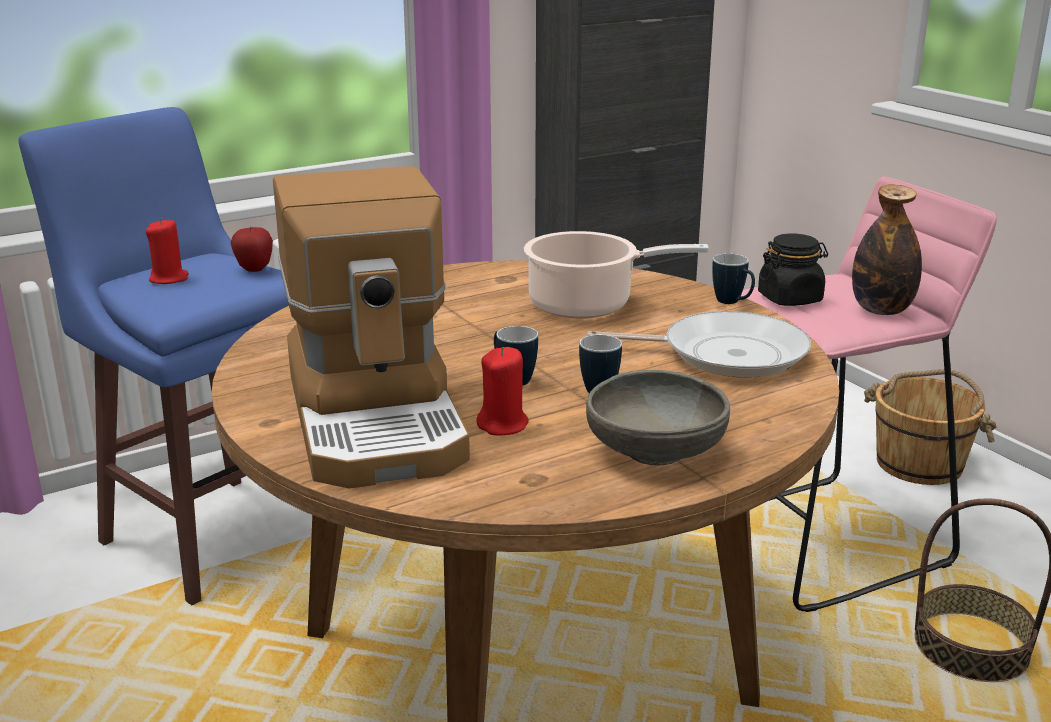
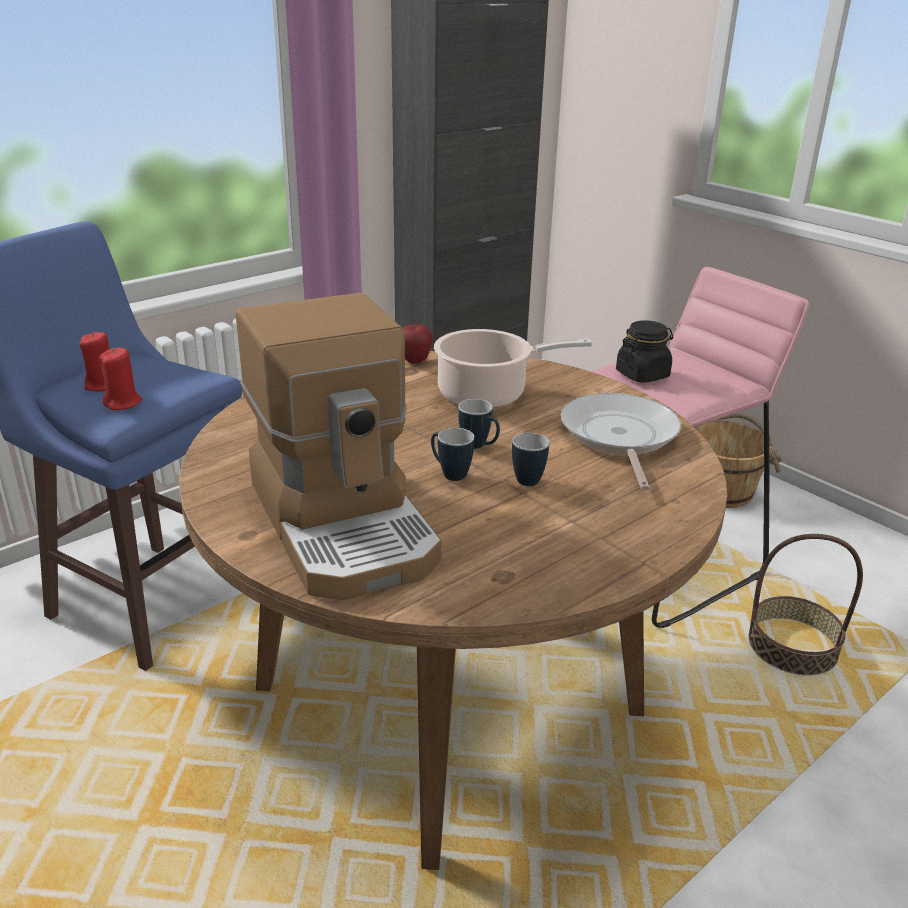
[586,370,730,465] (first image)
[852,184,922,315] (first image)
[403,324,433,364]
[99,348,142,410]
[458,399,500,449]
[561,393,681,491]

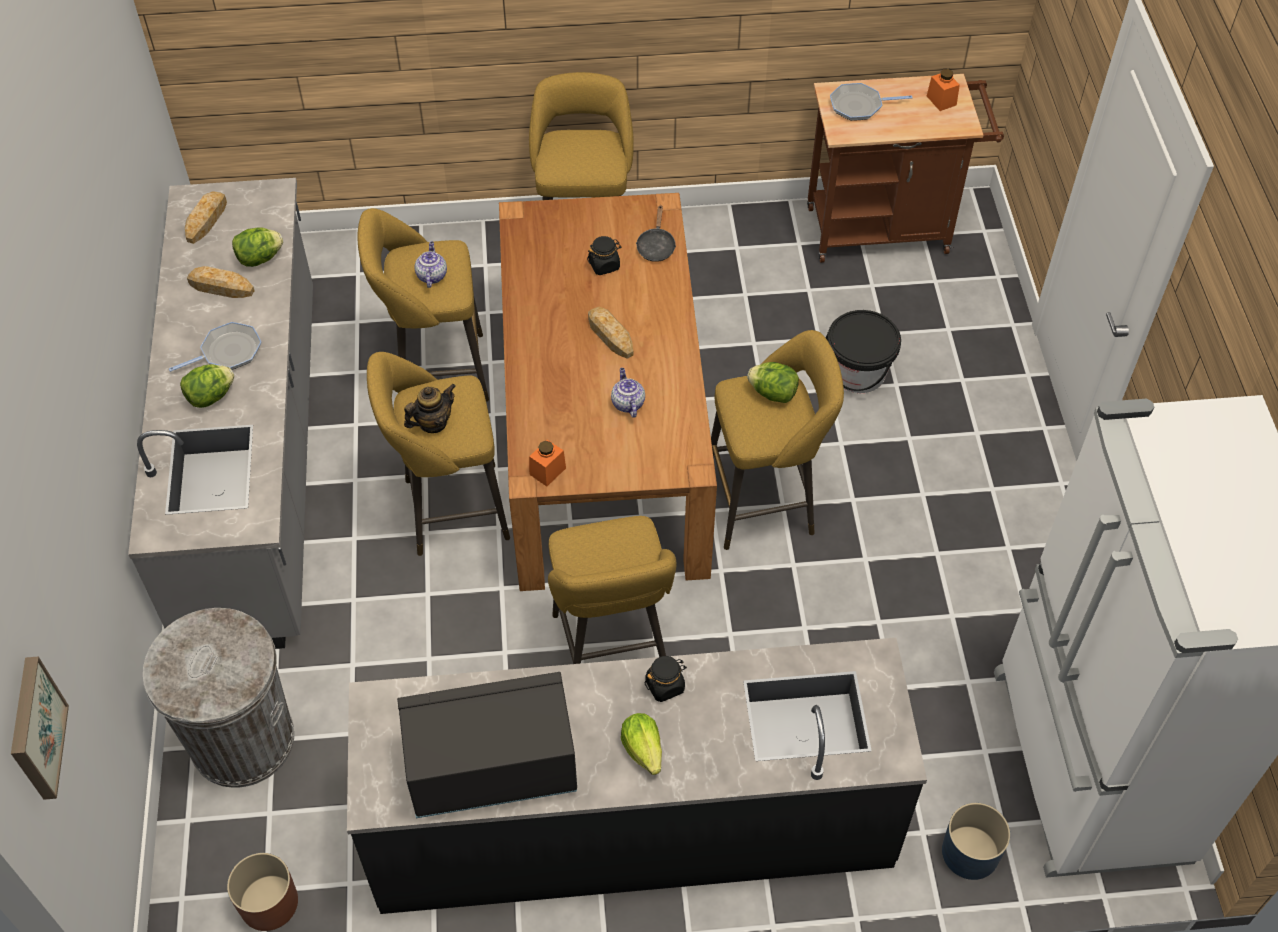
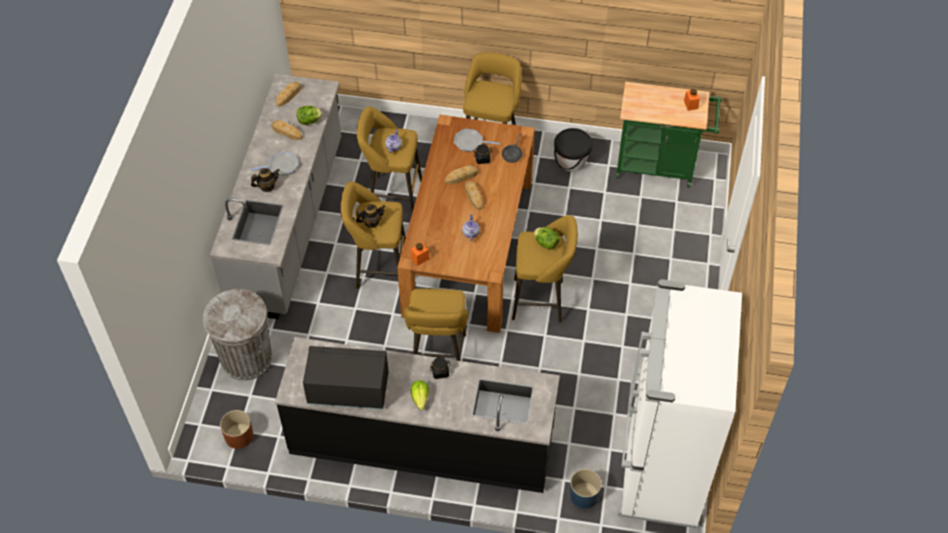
[11,656,69,800] (first image)
[445,165,479,184]
[554,128,592,172]
[454,129,500,152]
[251,168,280,192]
[616,82,722,188]

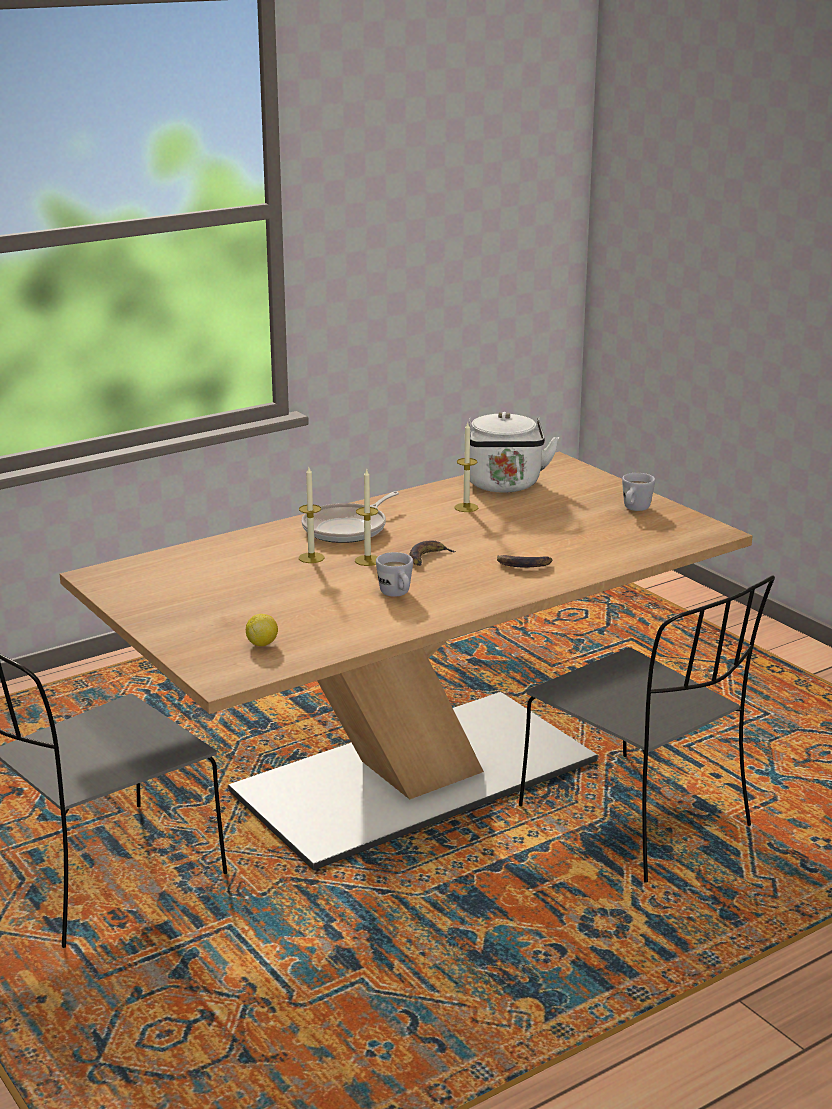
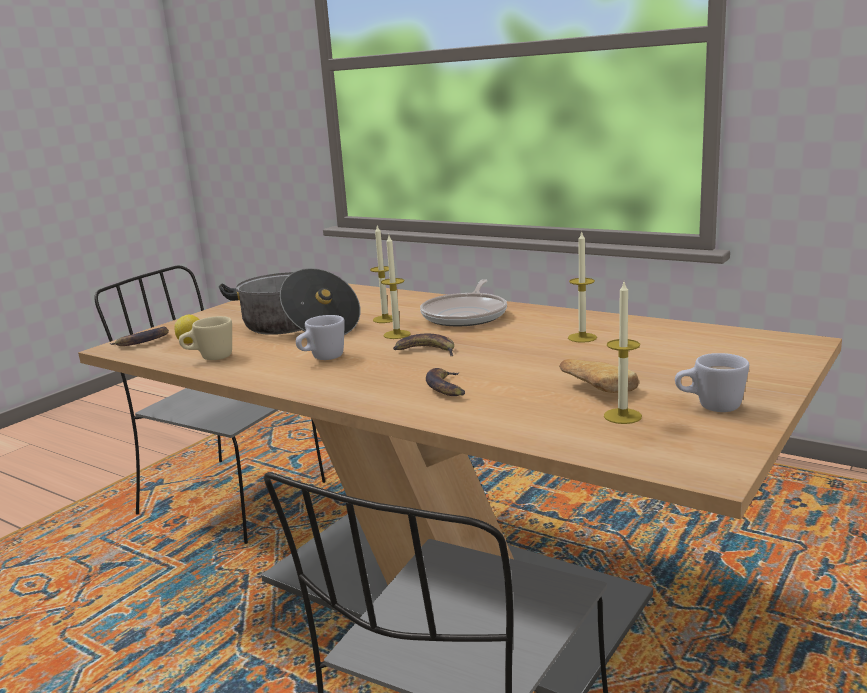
[469,412,559,493] (first image)
[110,327,169,346]
[179,316,232,360]
[219,268,361,335]
[559,359,639,393]
[604,282,642,424]
[420,279,507,326]

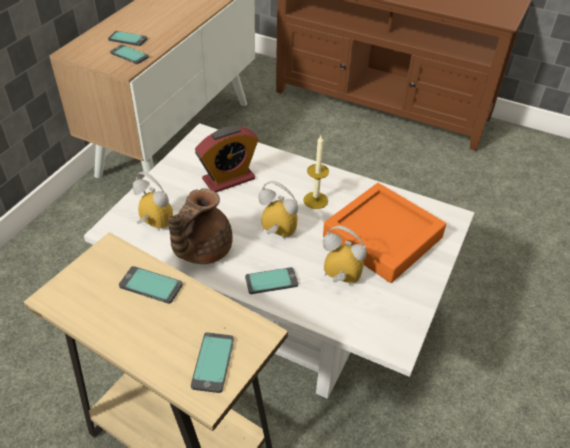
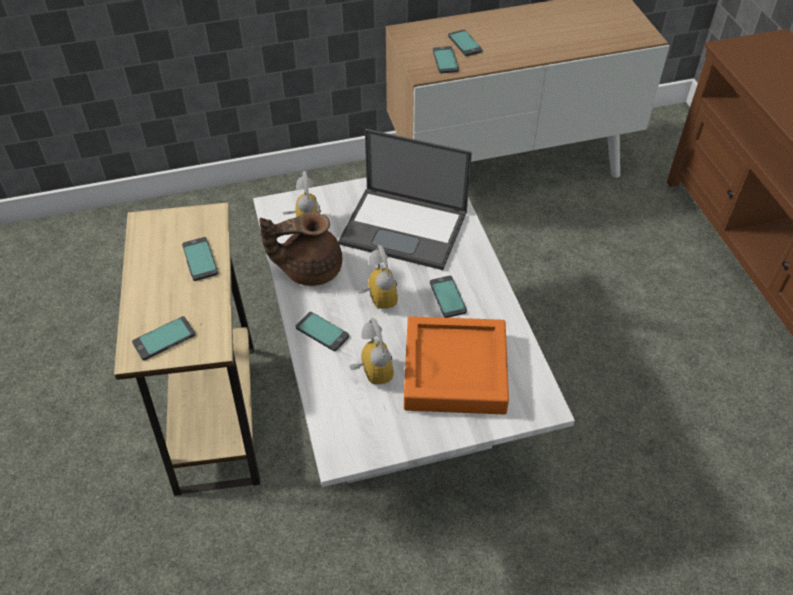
[338,129,472,270]
[430,276,467,318]

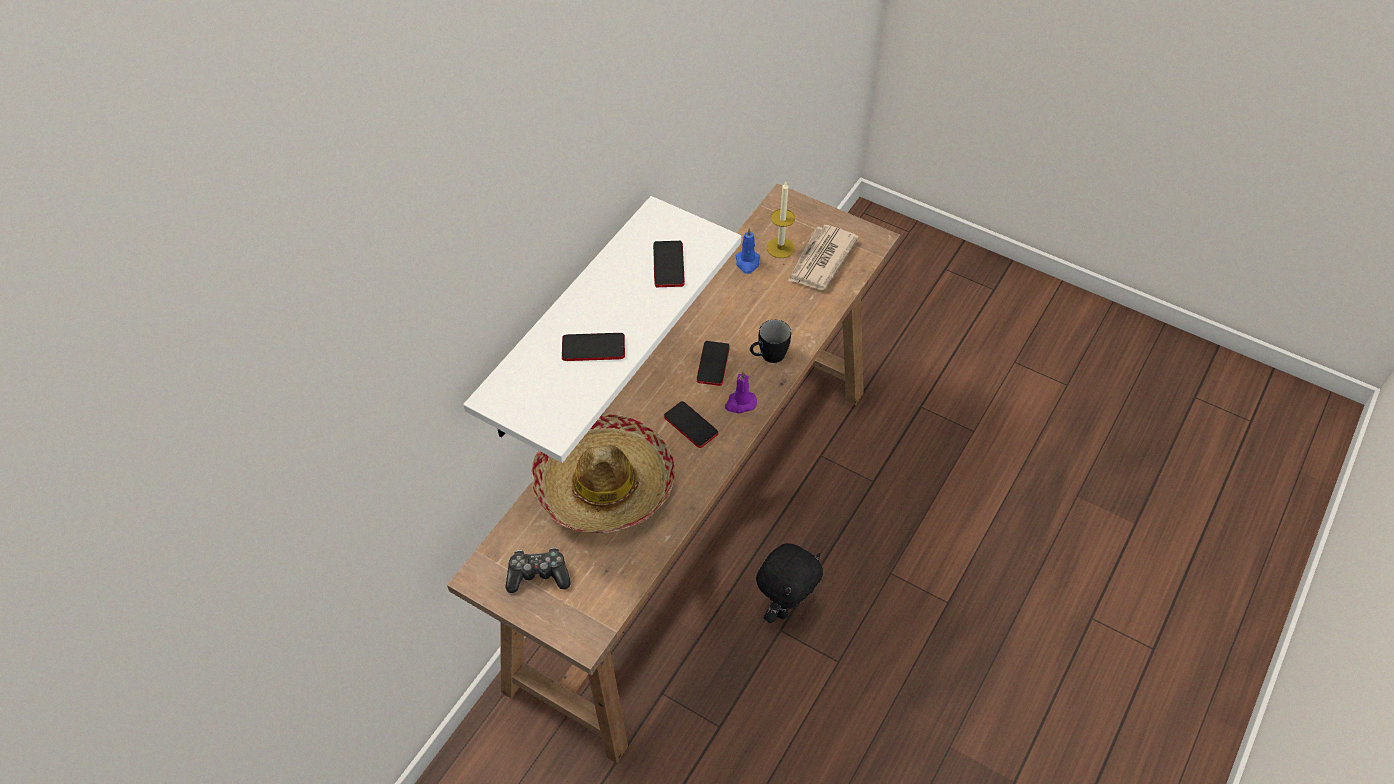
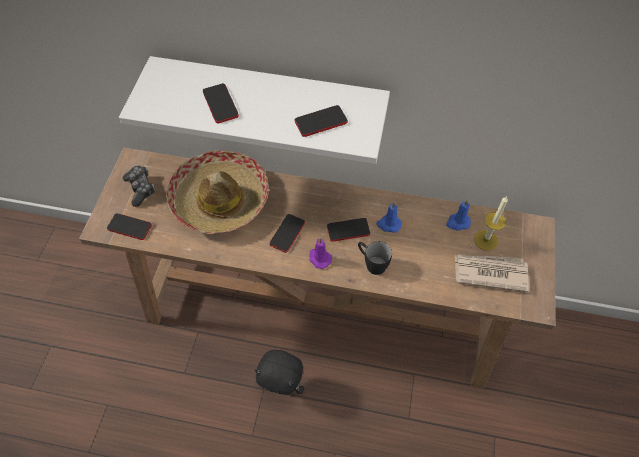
[107,213,152,240]
[376,202,402,233]

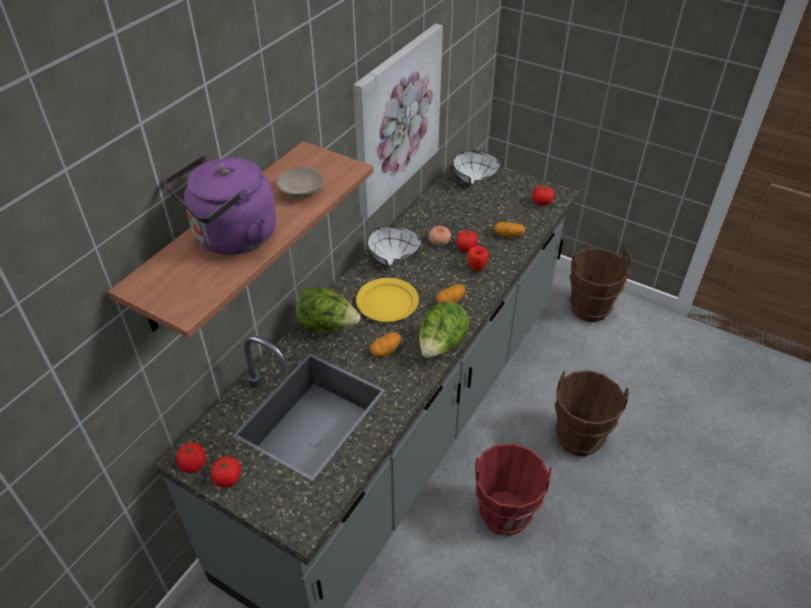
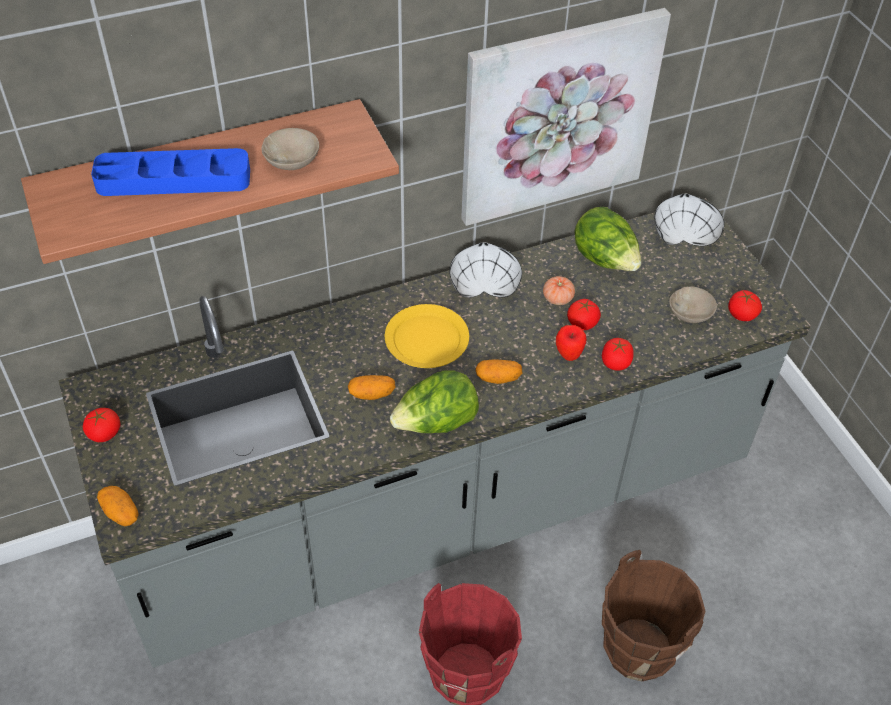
[569,248,632,322] (first image)
[669,286,717,323]
[602,338,634,371]
[574,207,641,271]
[97,486,139,526]
[91,148,250,196]

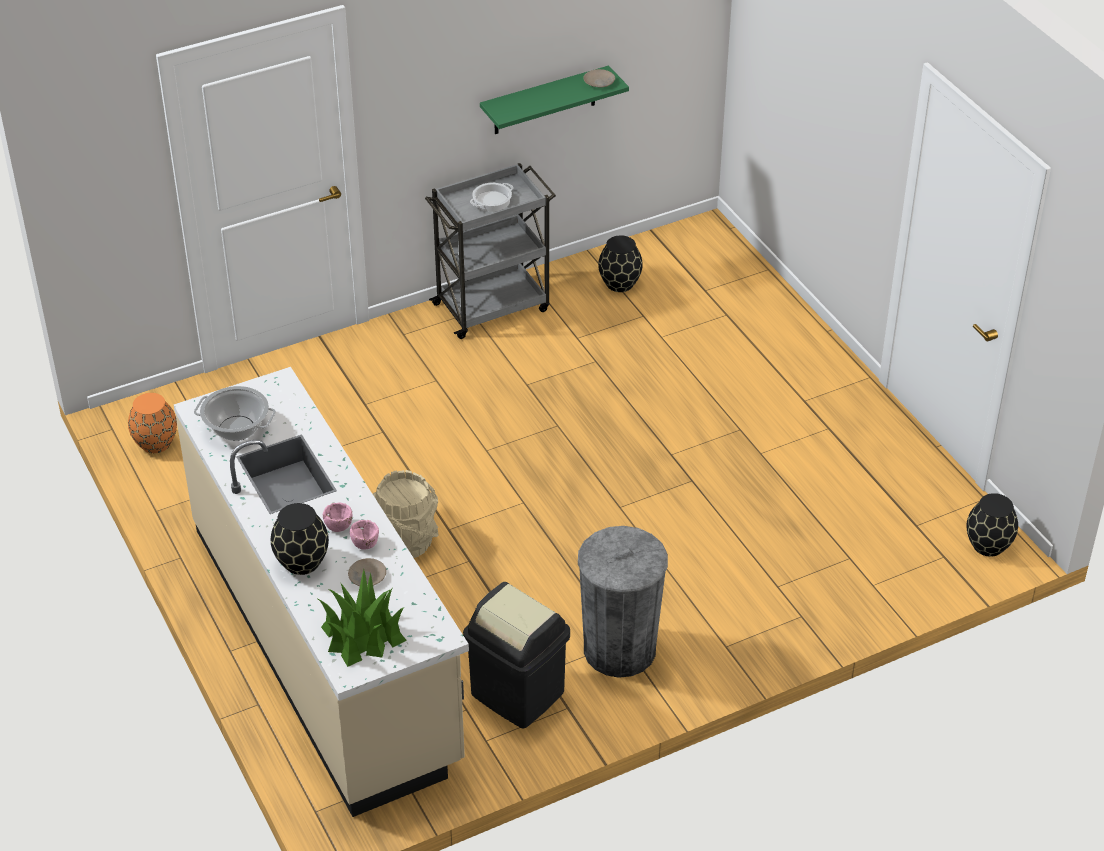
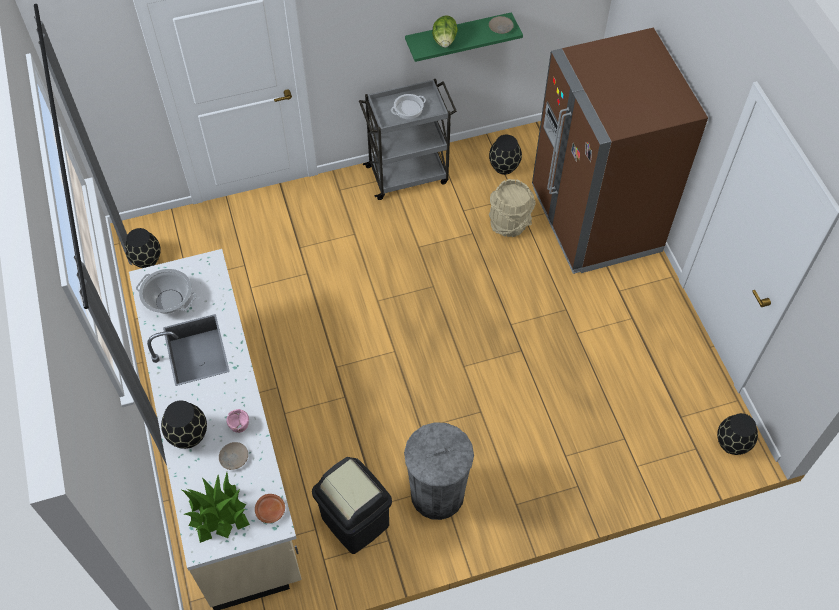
[323,502,353,532] (first image)
[255,494,285,523]
[432,15,458,48]
[532,28,708,274]
[489,179,536,237]
[125,228,161,268]

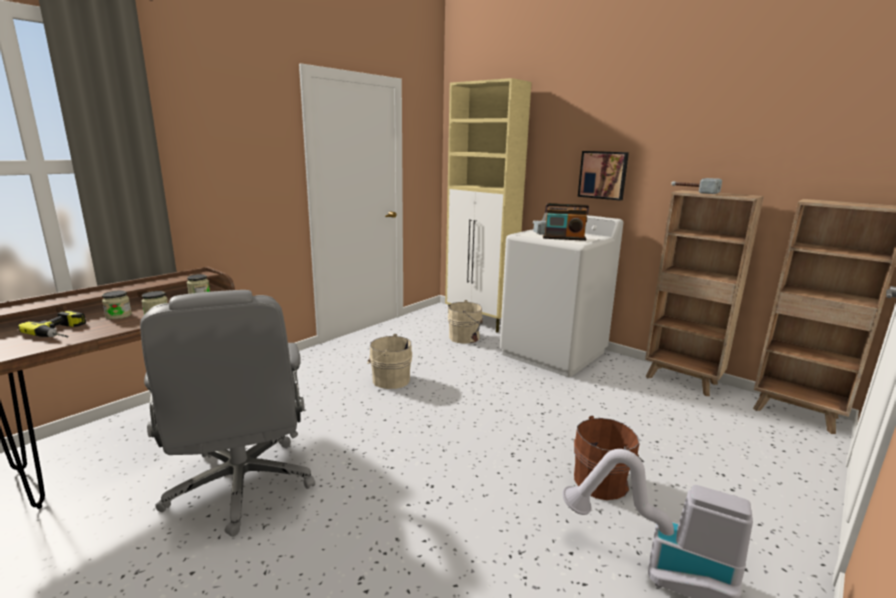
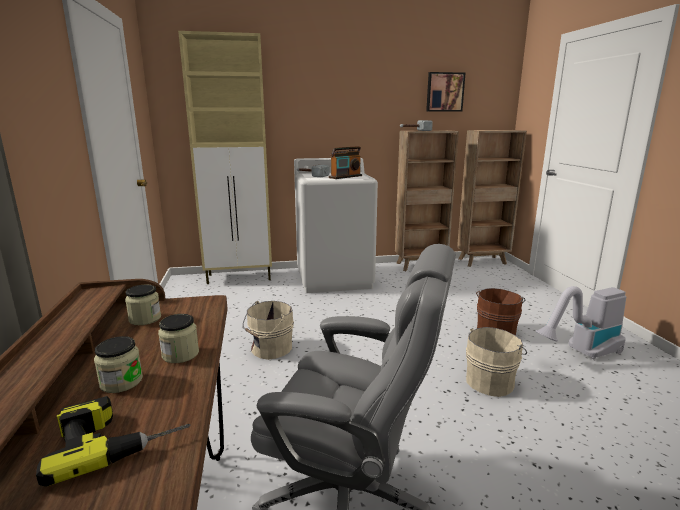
[466,327,527,397]
[426,72,466,112]

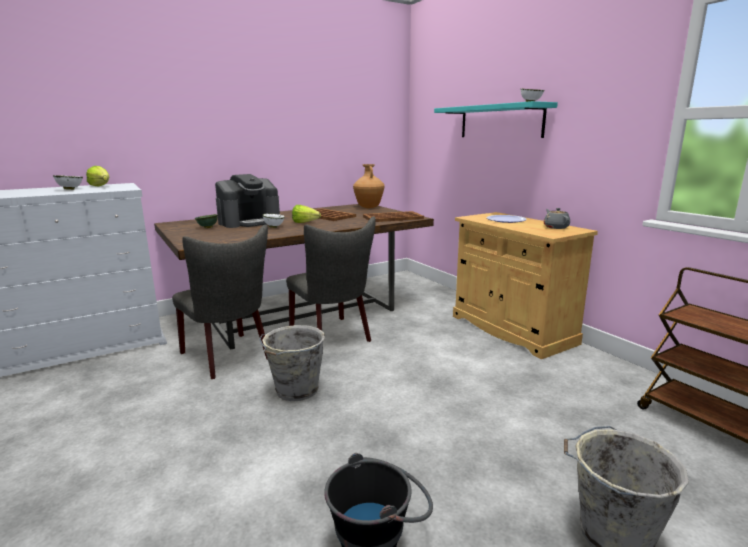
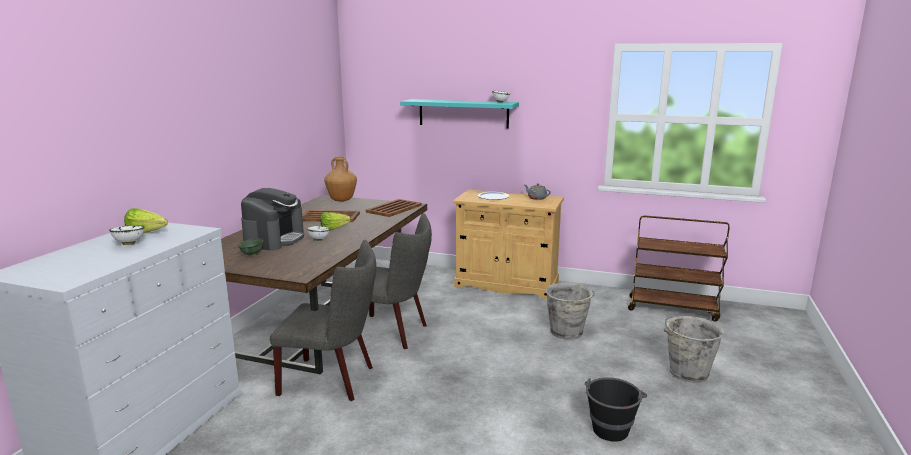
[546,283,595,340]

